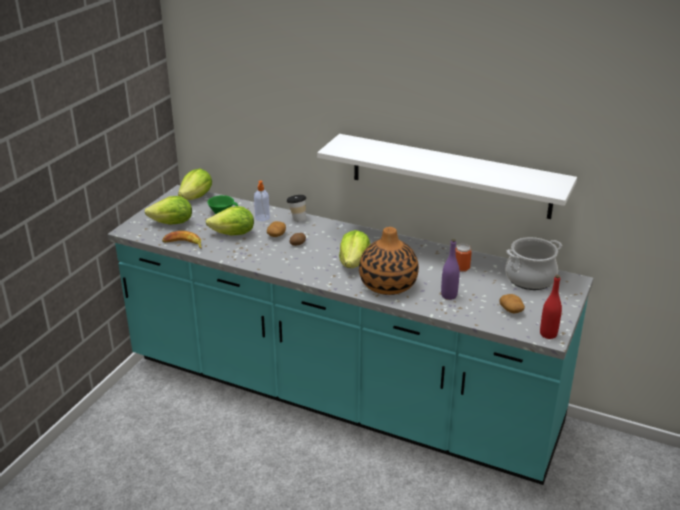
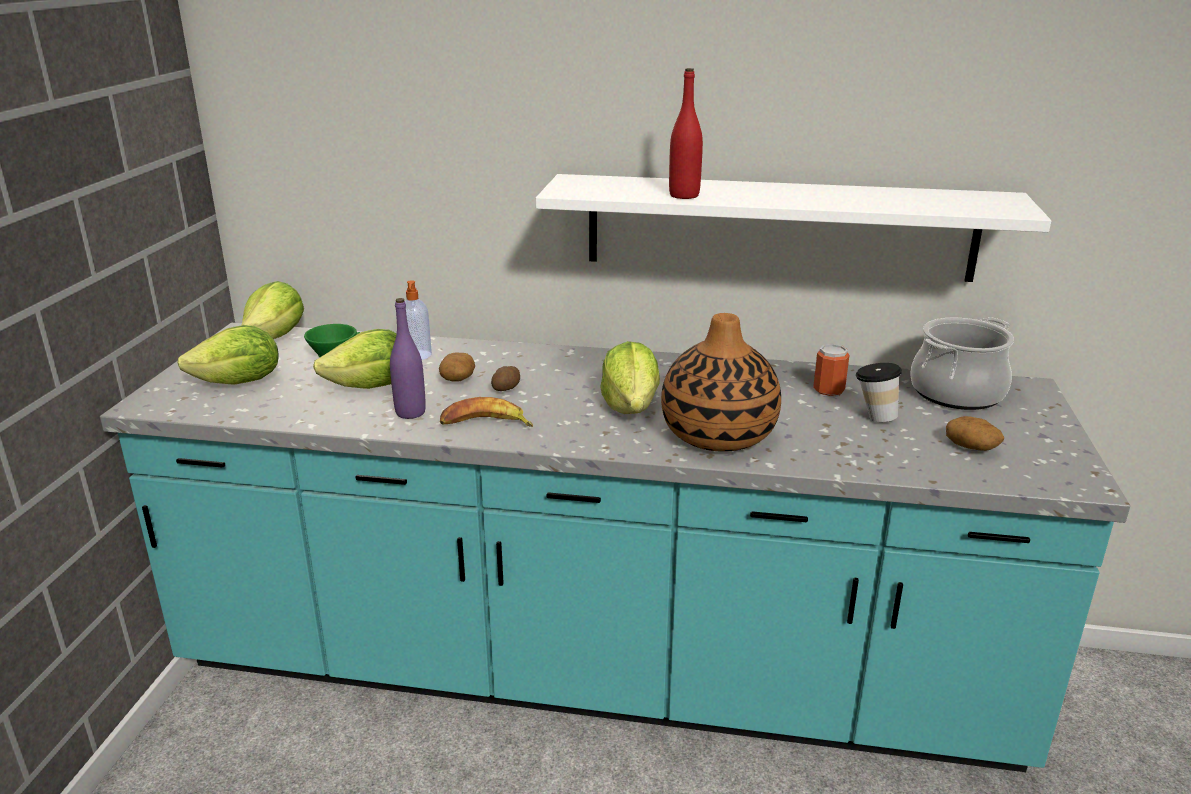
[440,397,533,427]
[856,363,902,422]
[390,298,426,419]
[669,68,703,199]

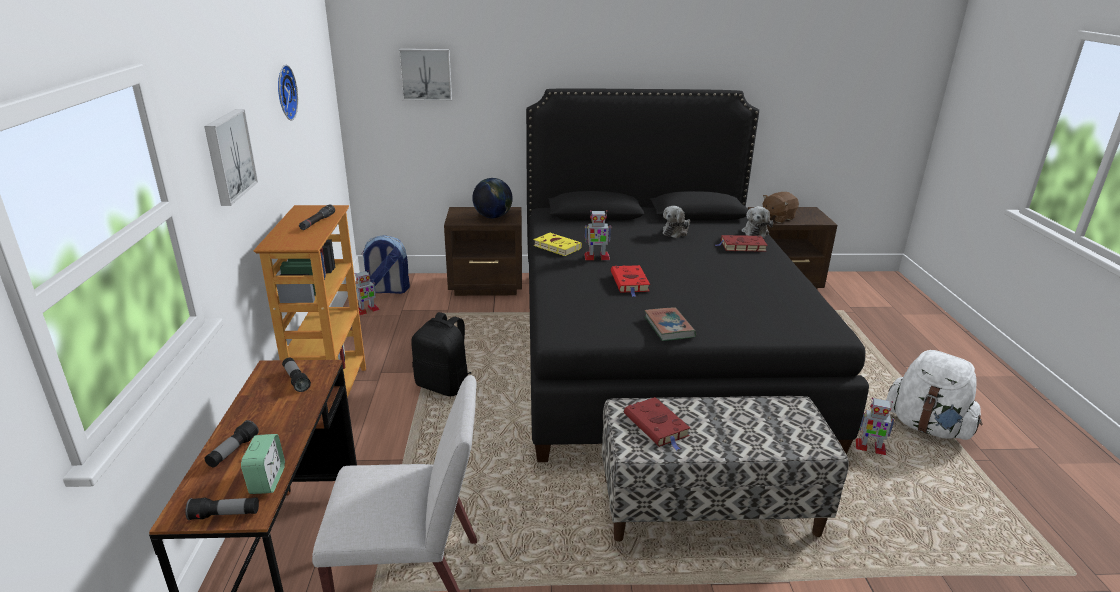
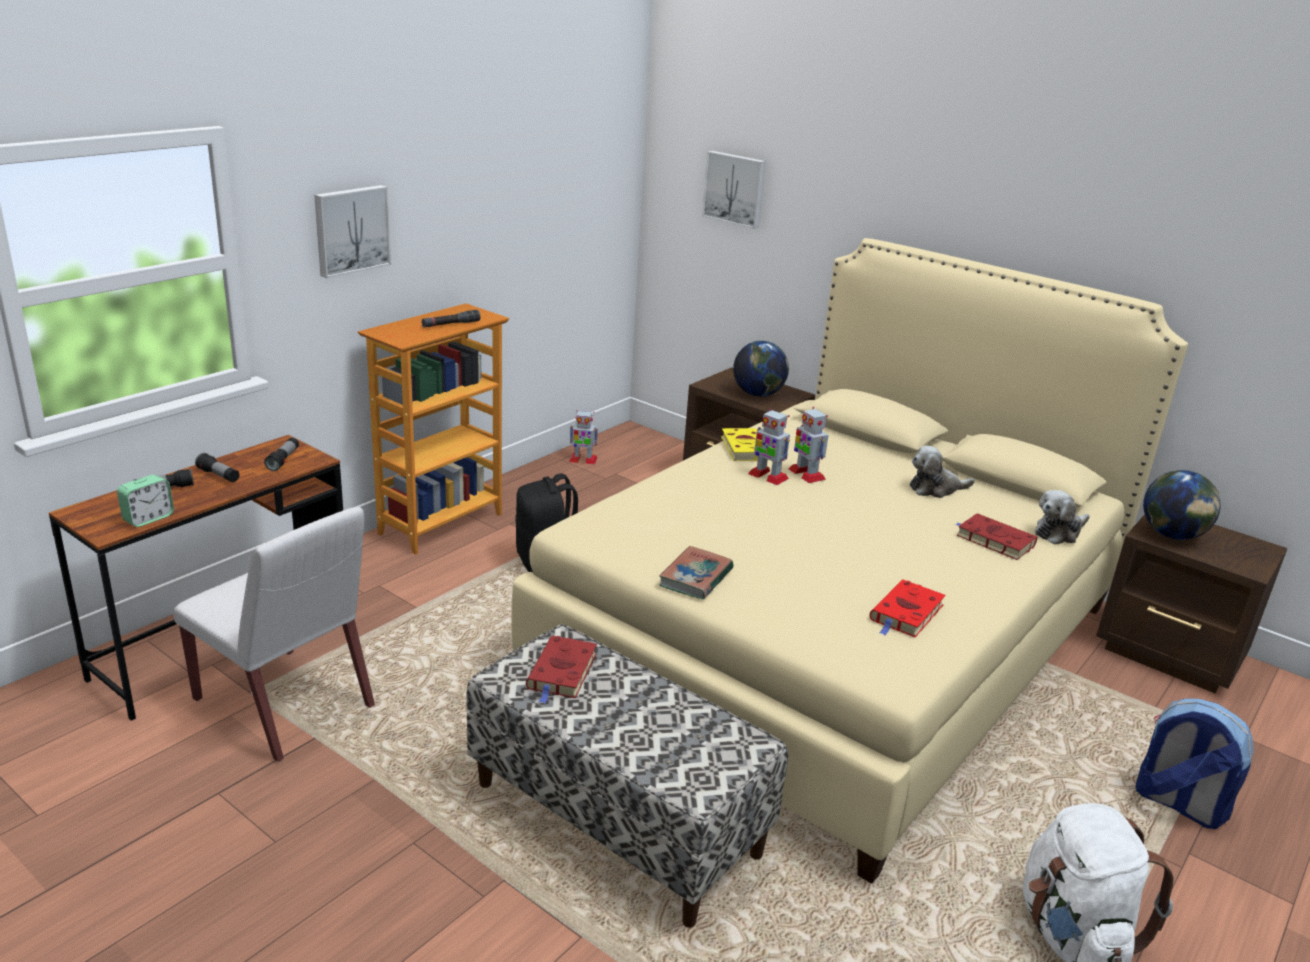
[278,65,298,120] (first image)
[195,453,239,482]
[1135,698,1254,829]
[870,580,945,637]
[789,407,829,483]
[1143,470,1221,540]
[511,238,1188,884]

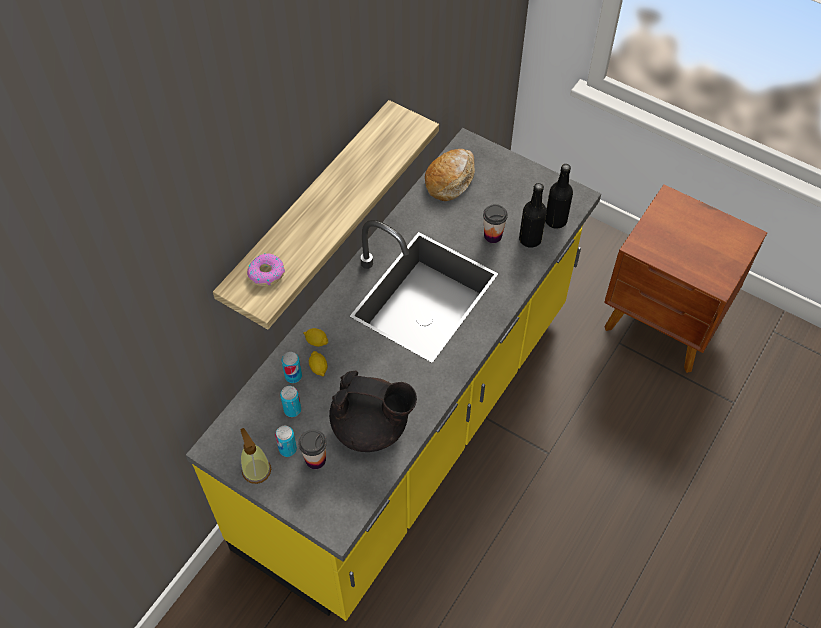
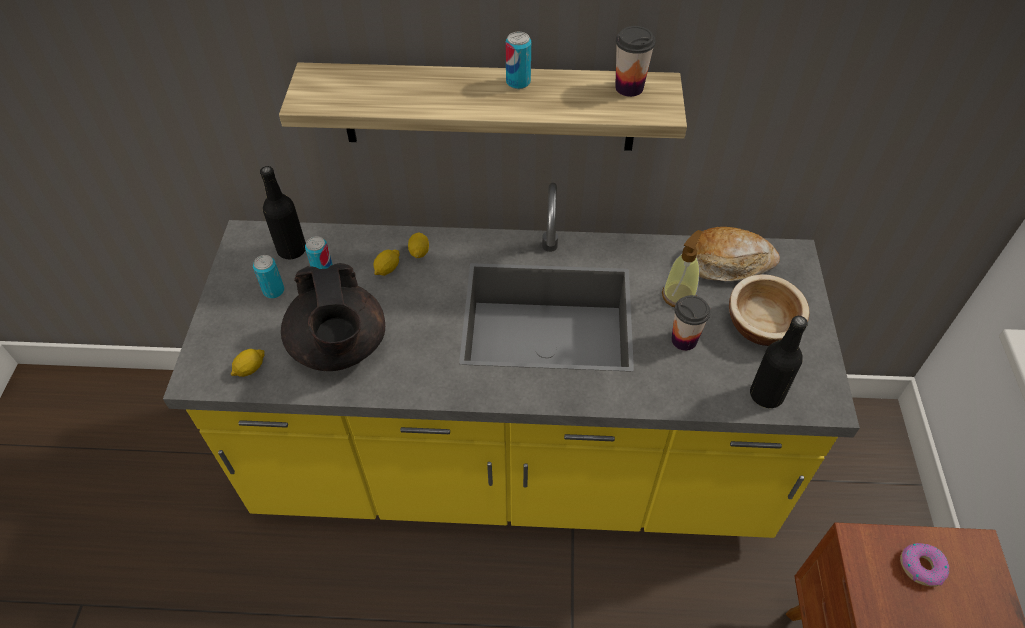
[231,349,265,377]
[729,274,810,346]
[662,230,702,307]
[900,543,949,587]
[506,31,531,89]
[615,26,656,97]
[260,166,306,259]

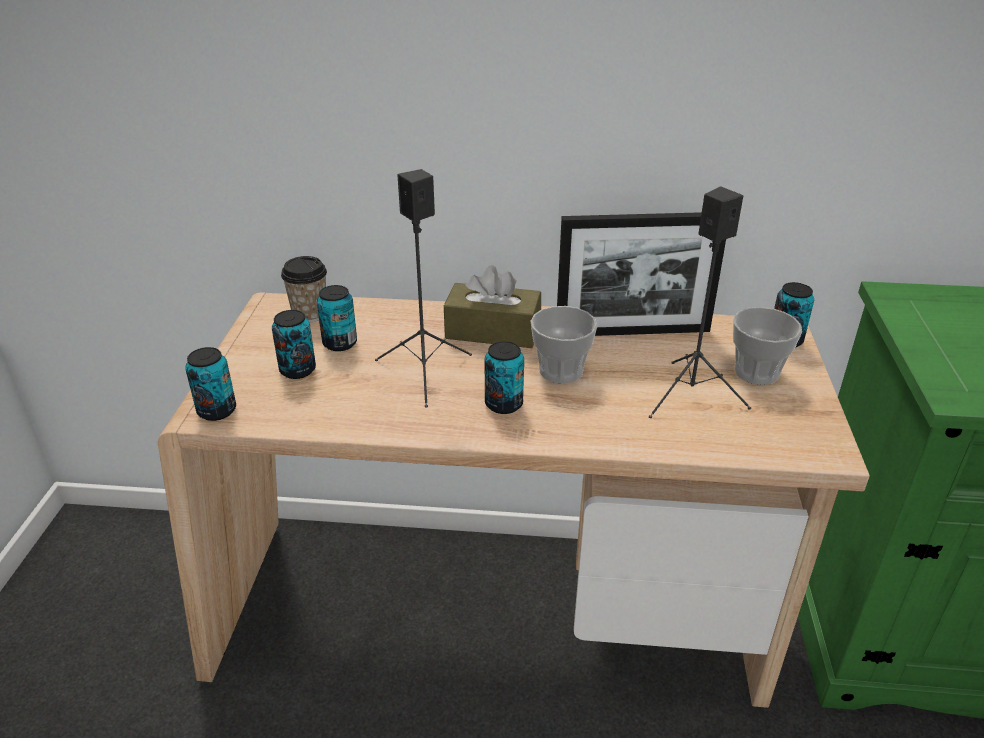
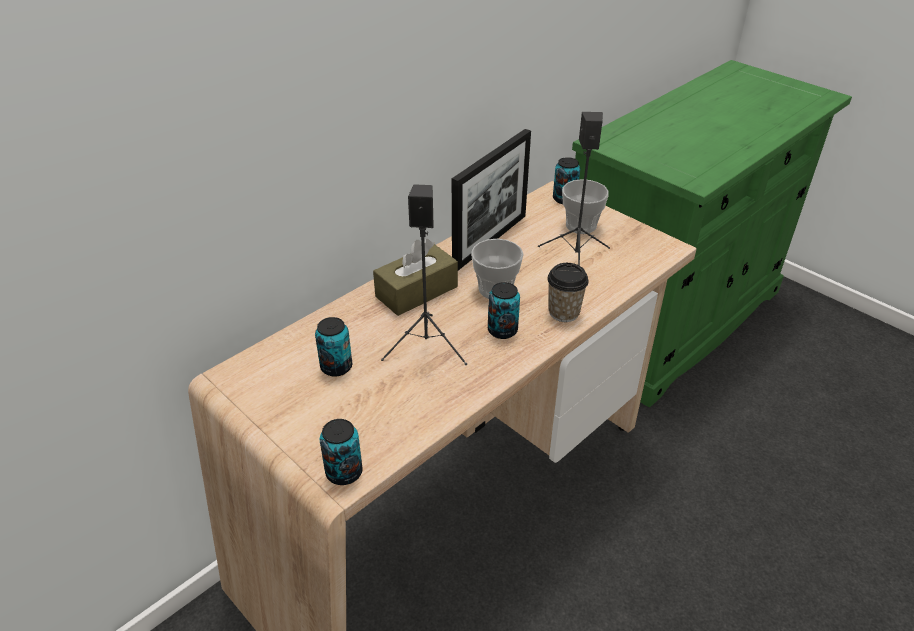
[272,310,316,379] (first image)
[547,263,589,322]

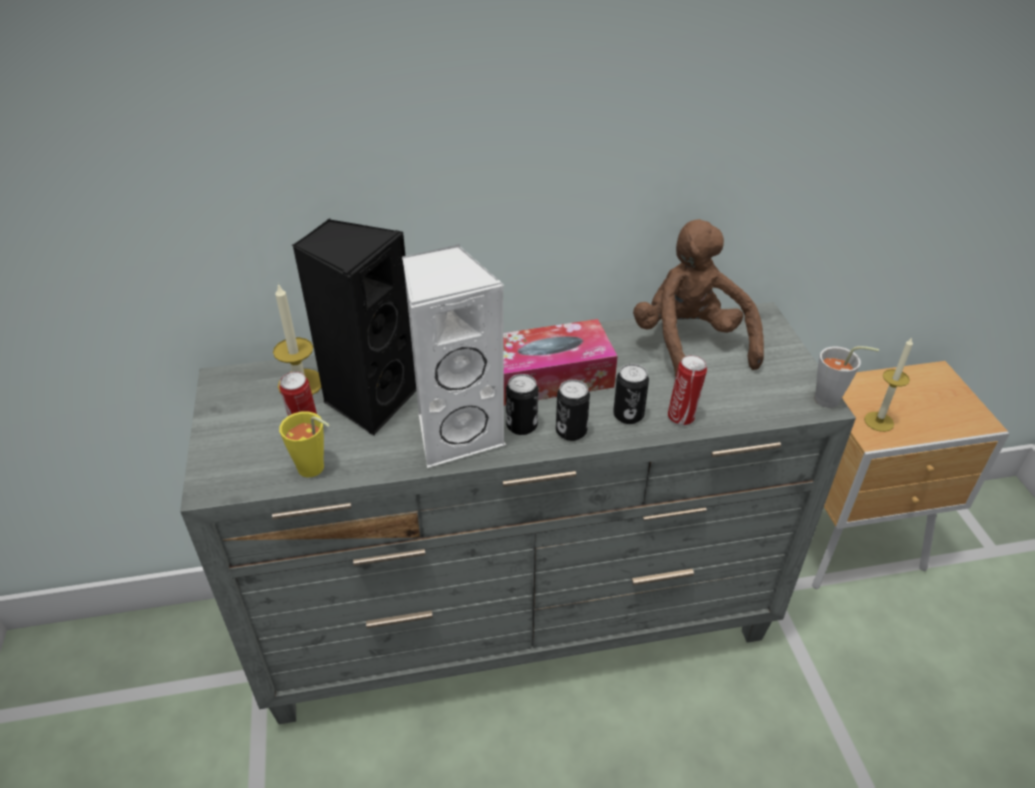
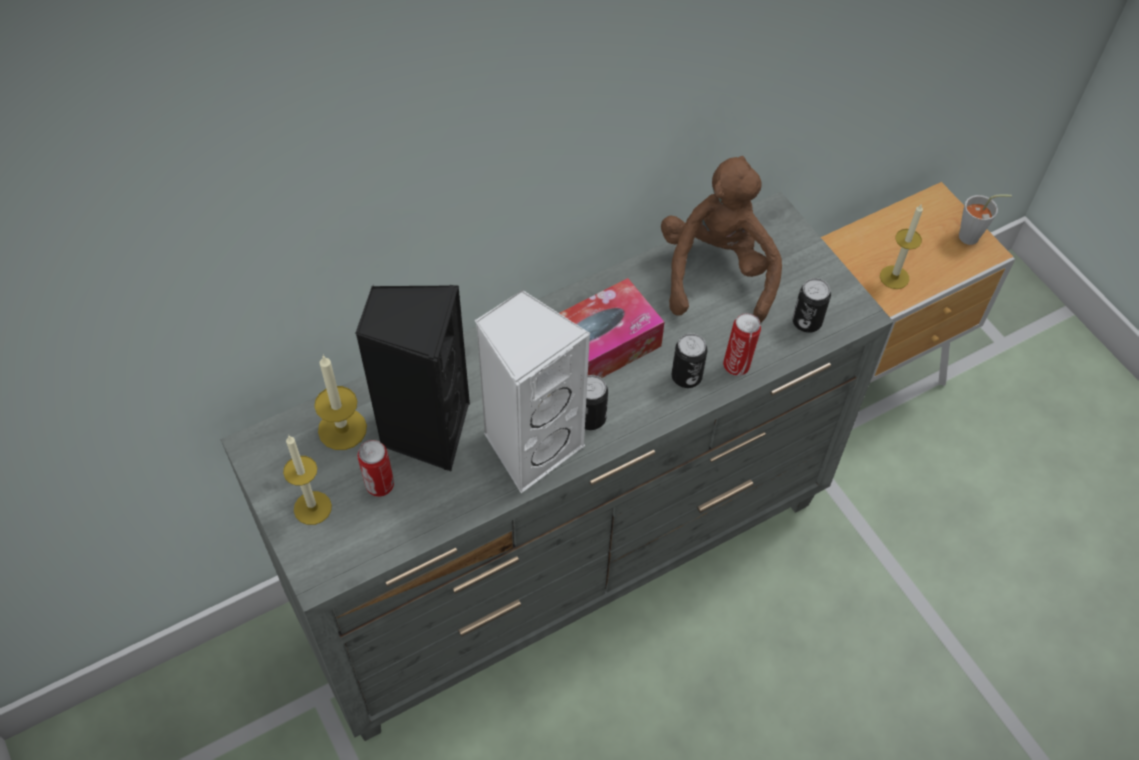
[279,412,329,477] (first image)
[283,436,332,525]
[792,278,831,333]
[959,194,1012,245]
[661,156,782,323]

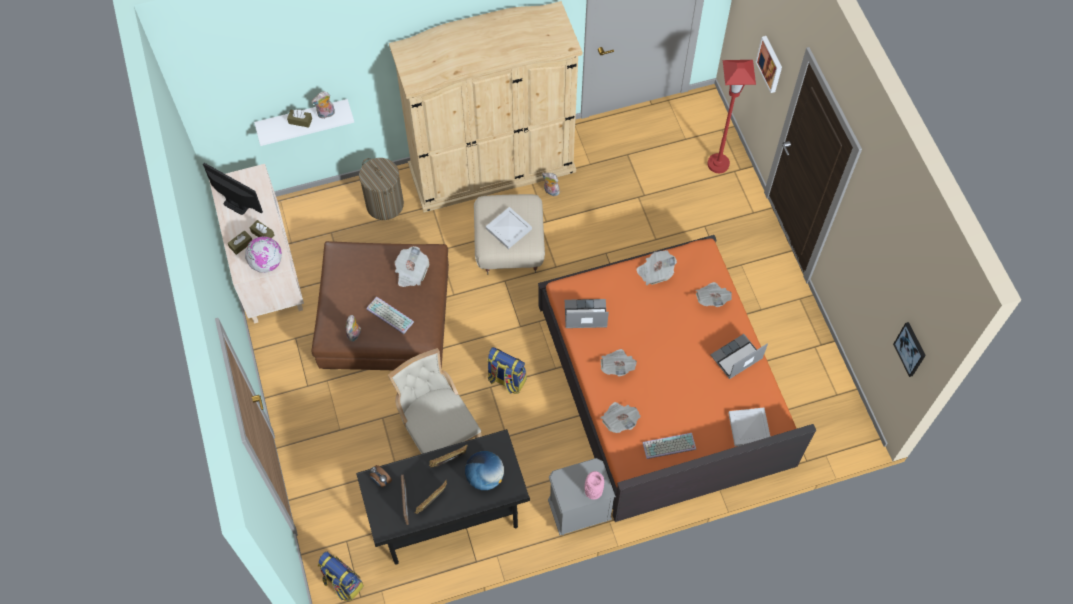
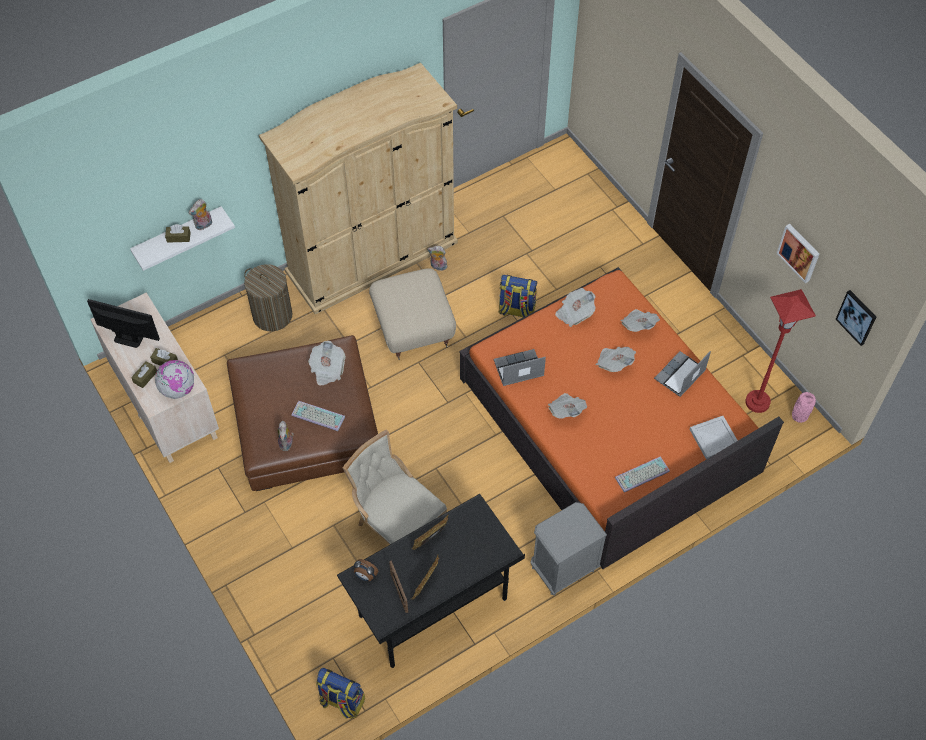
[465,451,504,490] (first image)
[486,207,532,249] (first image)
[498,275,537,318]
[792,392,816,423]
[596,347,636,372]
[745,289,816,413]
[777,224,819,283]

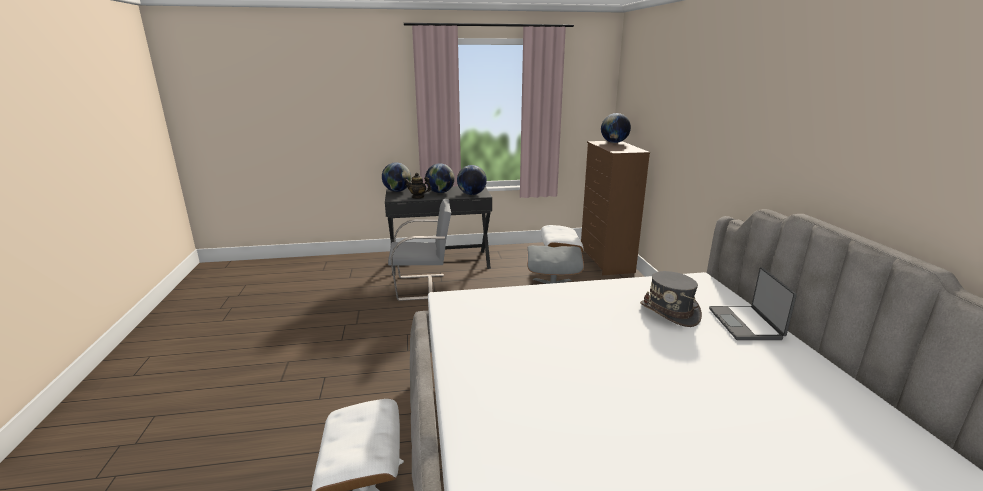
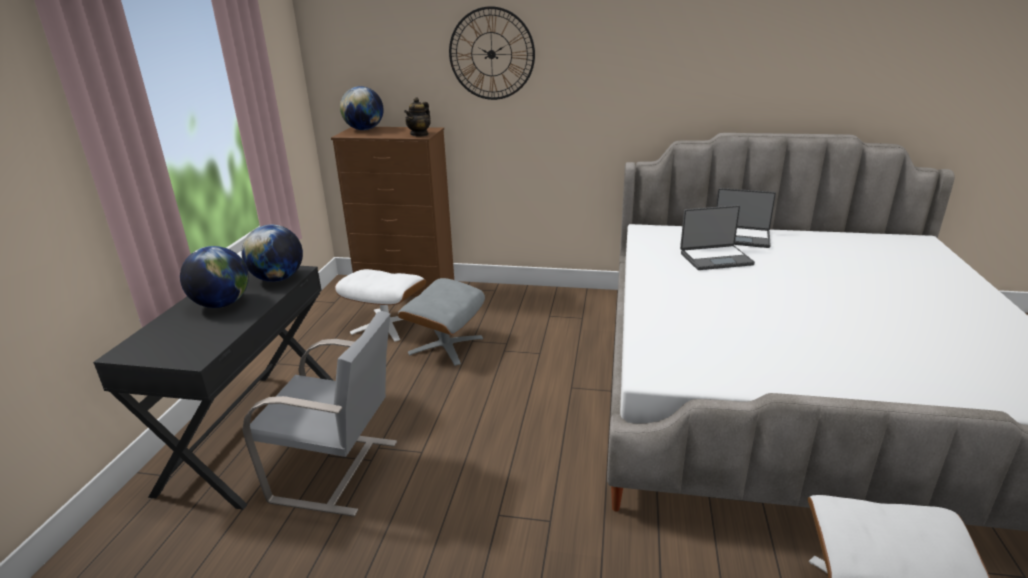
[382,162,411,192] (first image)
[449,6,535,100]
[404,97,431,137]
[680,205,755,270]
[242,311,397,517]

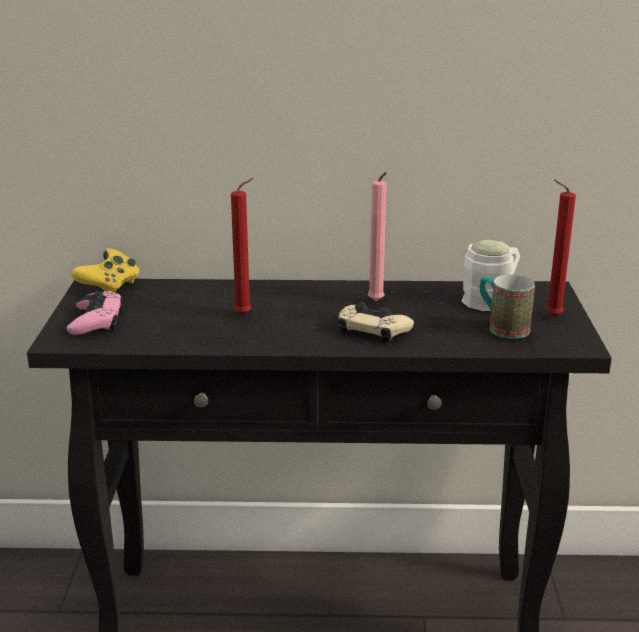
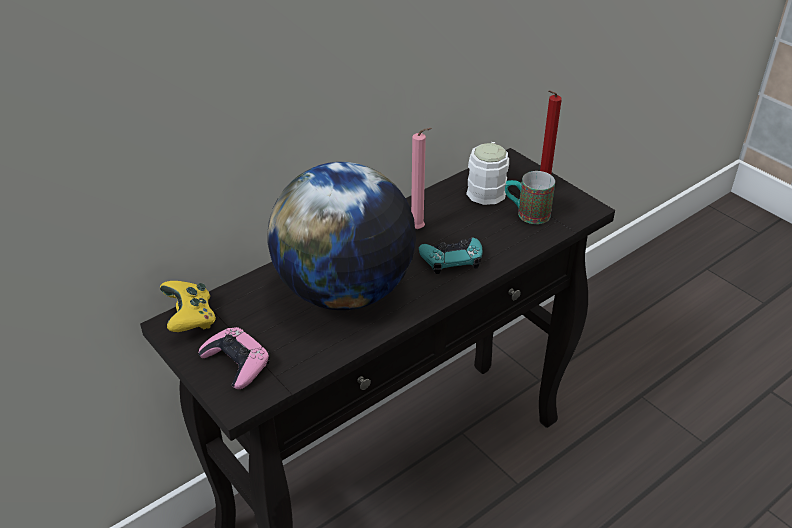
[268,162,416,310]
[419,237,483,274]

